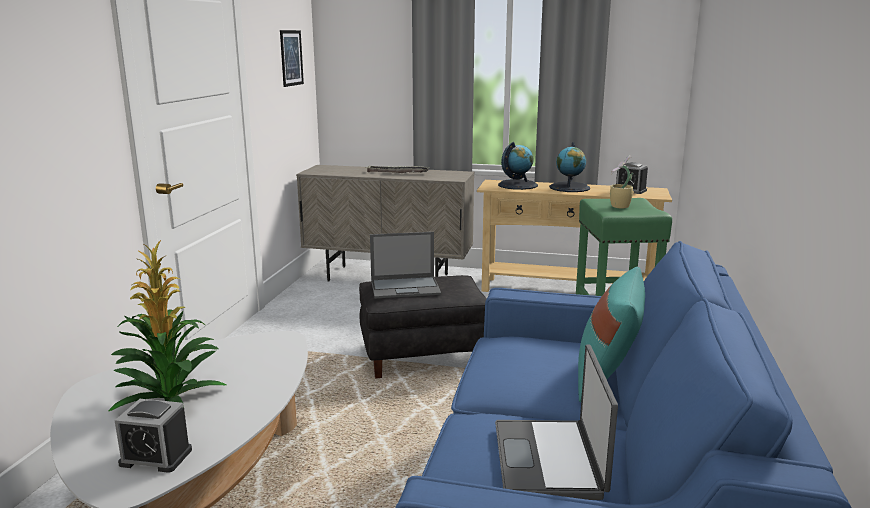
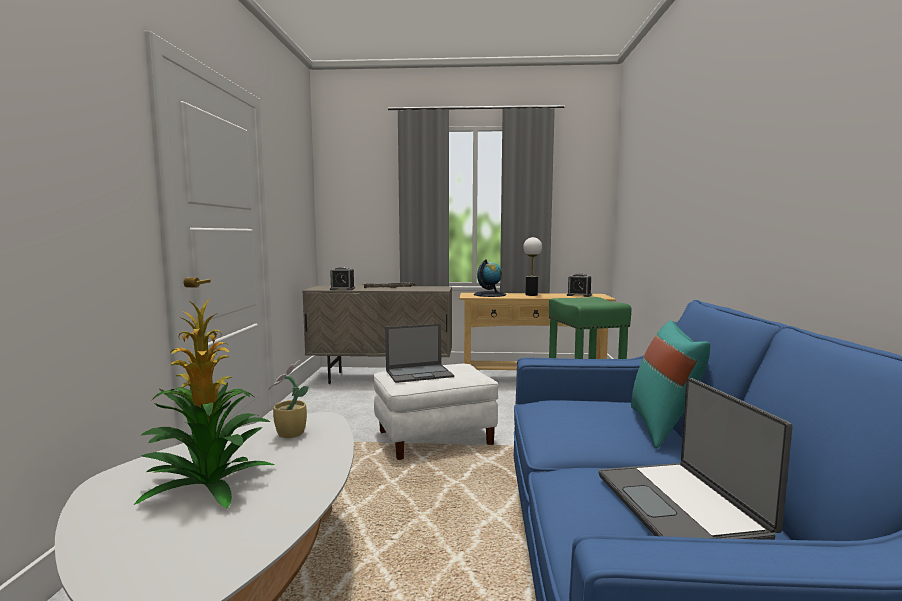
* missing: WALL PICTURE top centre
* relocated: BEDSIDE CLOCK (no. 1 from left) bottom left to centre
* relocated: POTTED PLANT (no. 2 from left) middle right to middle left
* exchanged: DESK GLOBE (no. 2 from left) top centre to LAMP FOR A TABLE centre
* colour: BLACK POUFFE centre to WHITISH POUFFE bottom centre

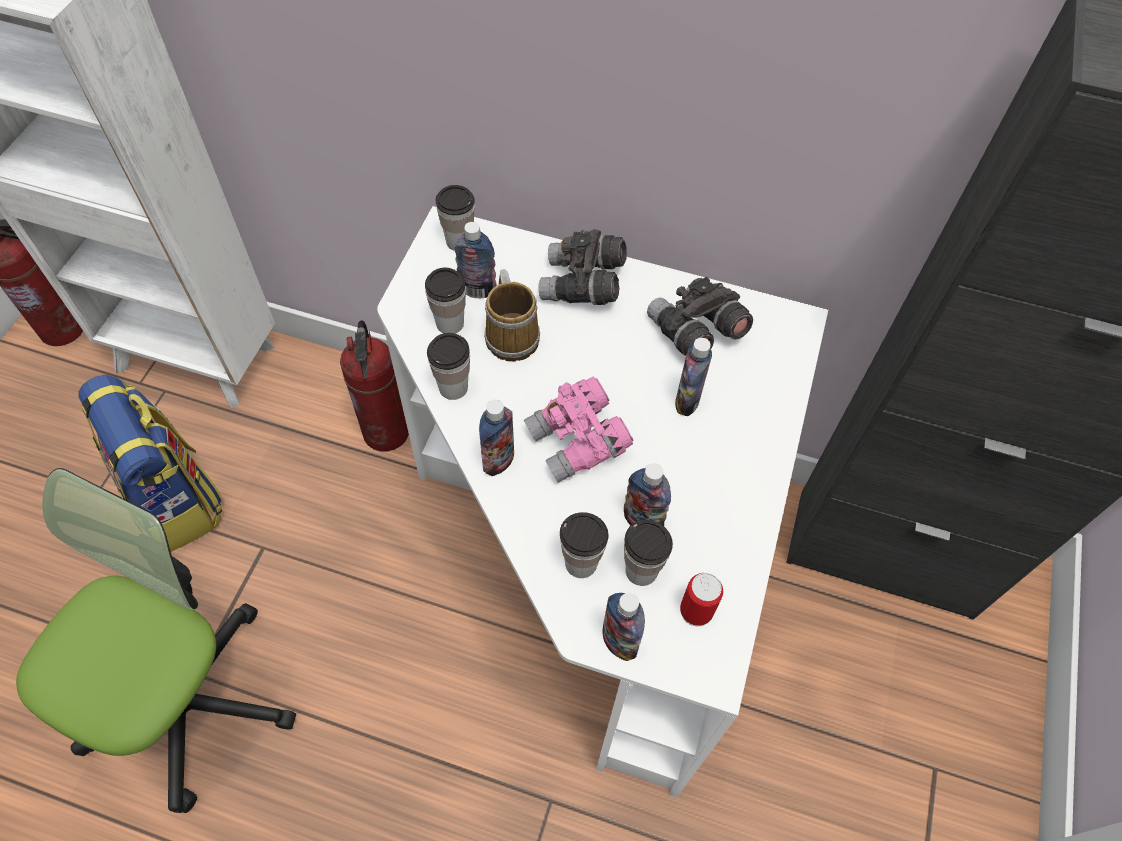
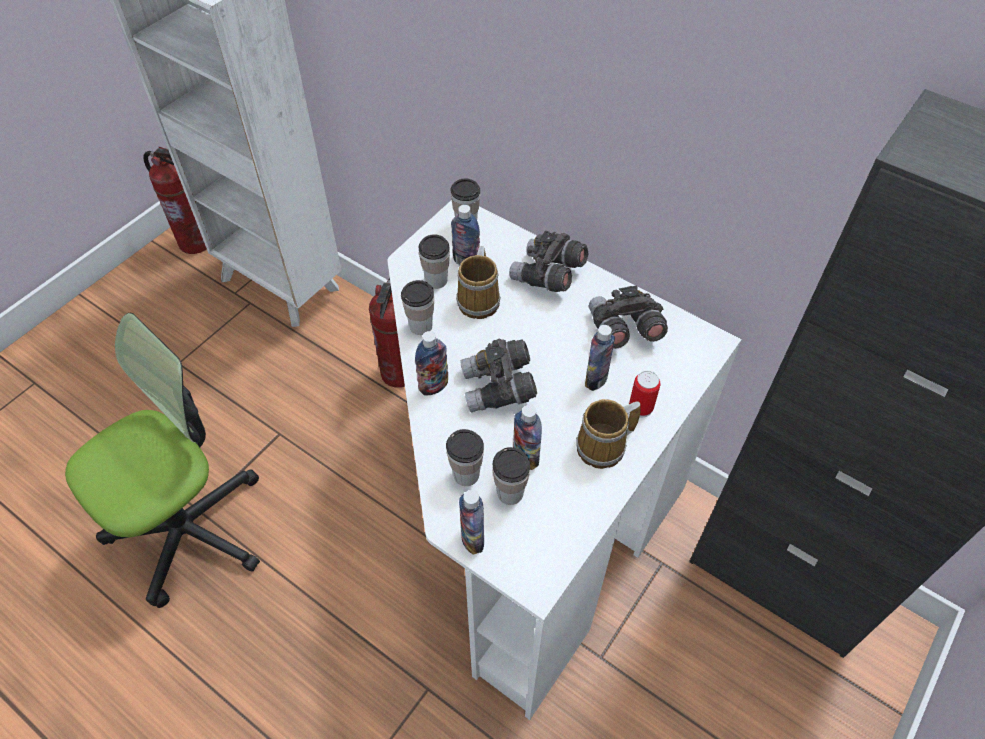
* missing: BACKPACK middle left
* appeared: TEA MUG (no. 2 from left) centre
* relocated: METAL CAN bottom centre to centre
* colour: PINKISH PAIR OF BINOCULARS centre to GREYISH PAIR OF BINOCULARS (no. 1 from left) centre

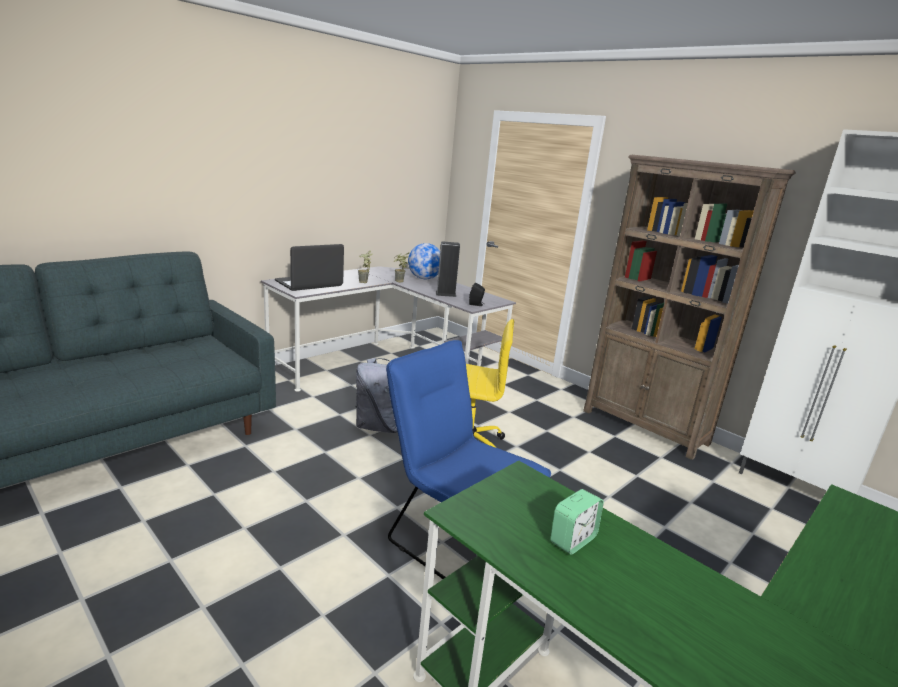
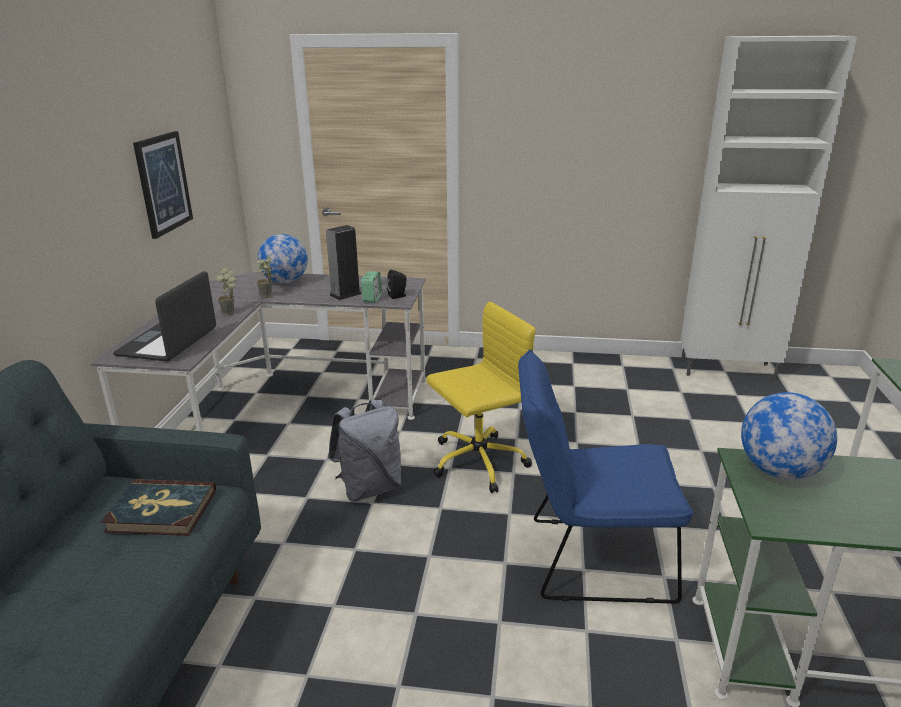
* missing: BROWN-COLOURED BOOKSHELF middle right
* appeared: BOUND BOOK bottom left
* appeared: WALL PICTURE top left
* appeared: DESK GLOBE (no. 2 from left) middle right
* relocated: BEDSIDE CLOCK bottom centre to centre

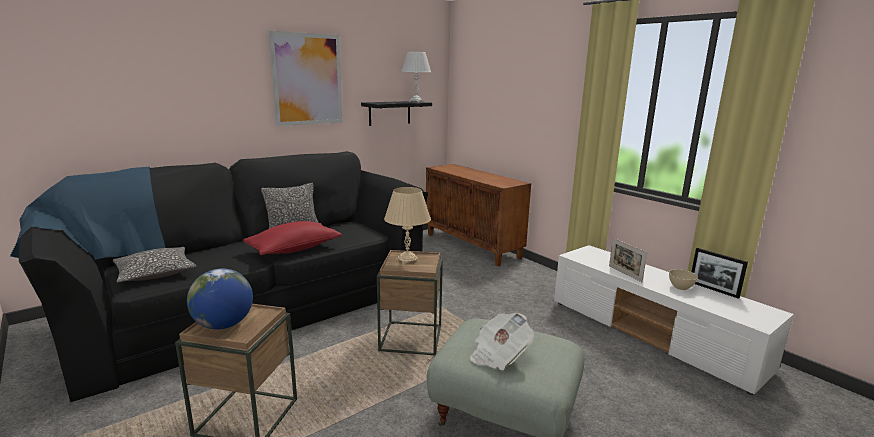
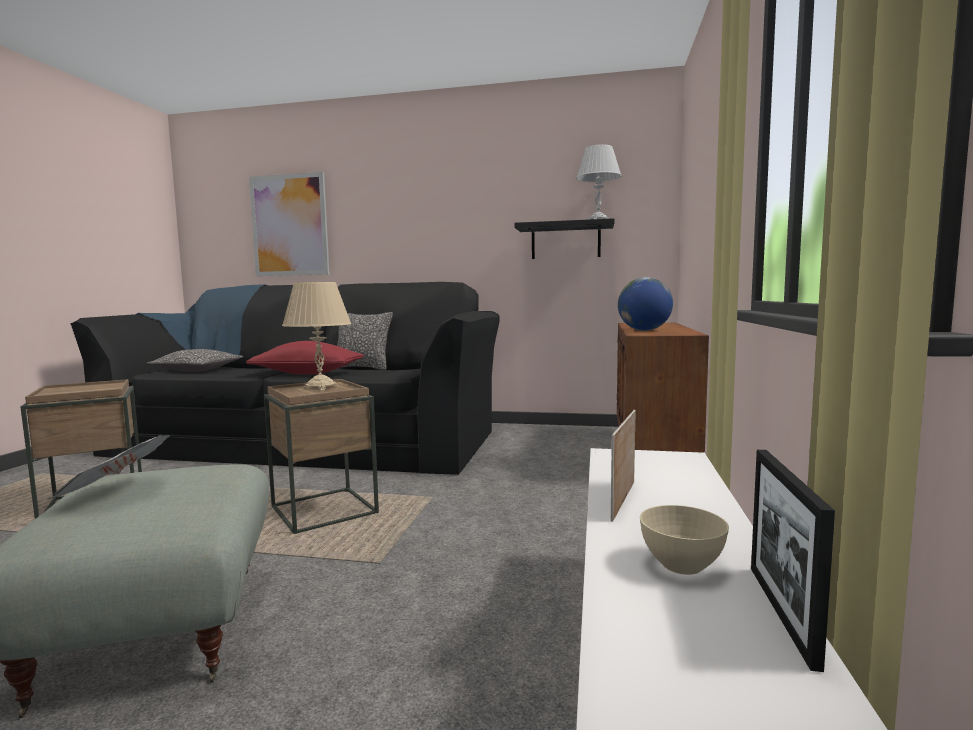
* relocated: DESK GLOBE bottom left to centre
* relocated: WALL PICTURE top centre to top left

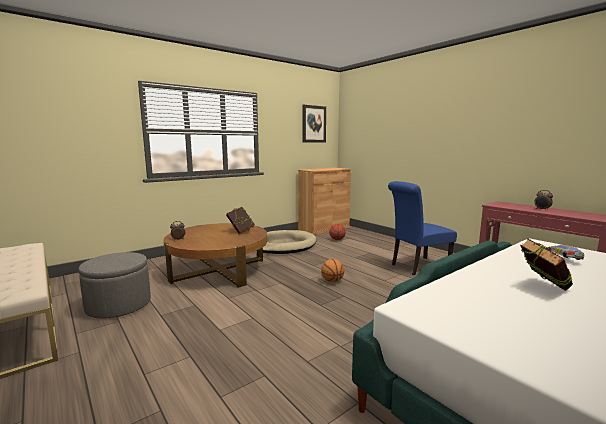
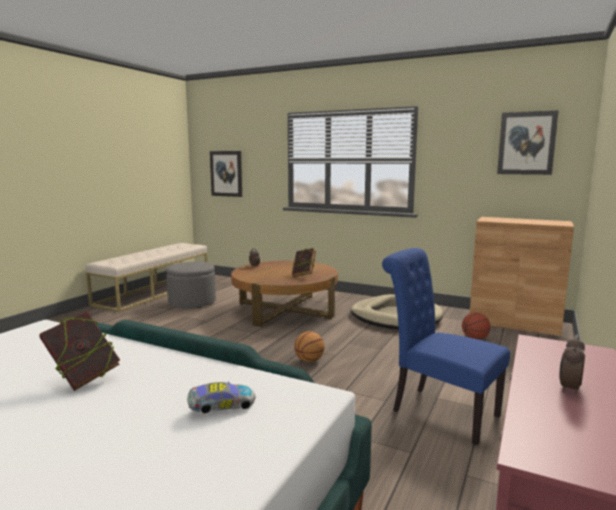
* appeared: WALL PICTURE (no. 1 from left) centre

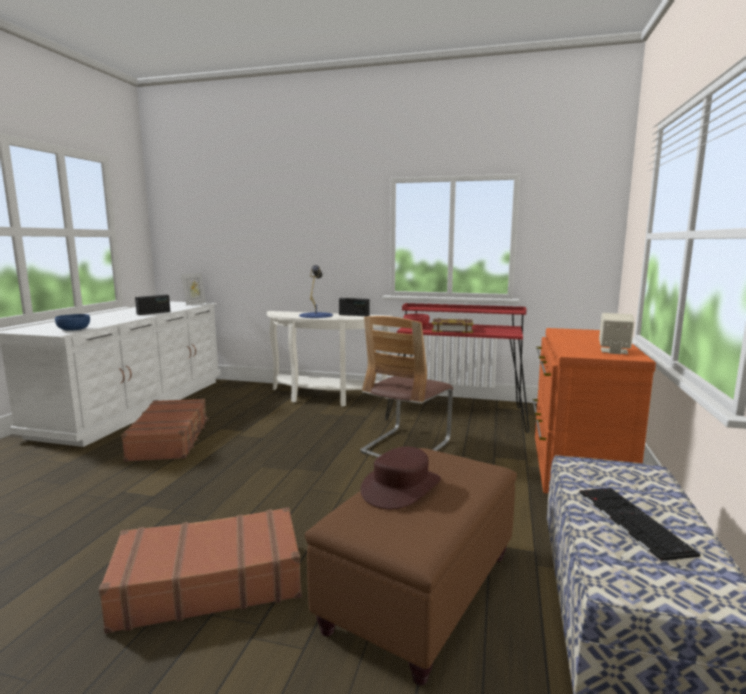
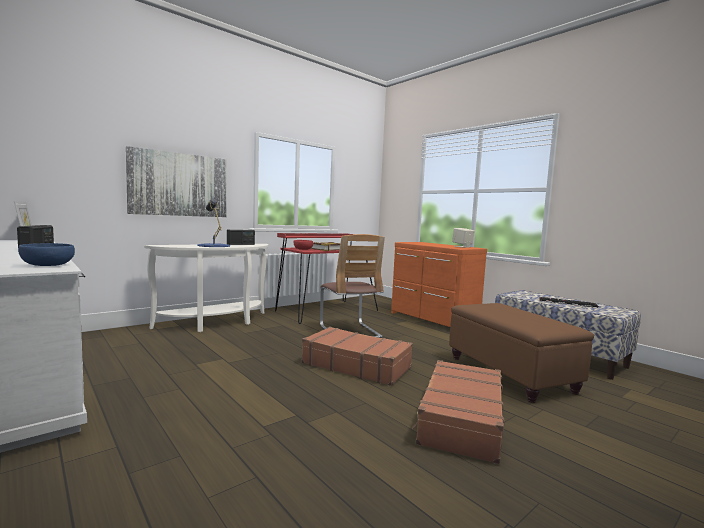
* missing: BROWN-COLOURED WEARABLE HAT bottom centre
* appeared: WALL PICTURE middle left
* relocated: BROWN-COLOURED TRAVEL CASE (no. 1 from left) middle left to bottom centre

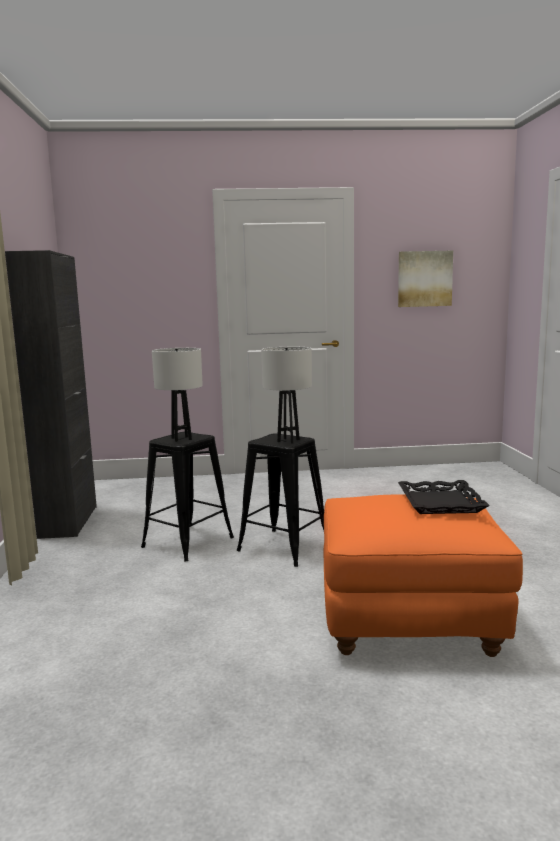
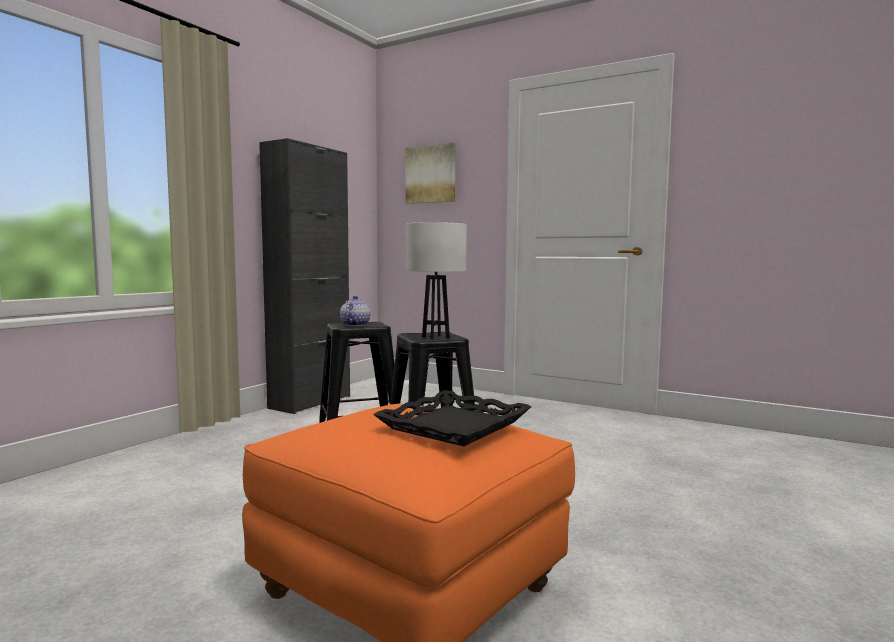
* relocated: WALL PICTURE top right to top centre
* exchanged: WHITISH LAMP FOR A TABLE (no. 1 from left) middle left to POT FOR TEA centre

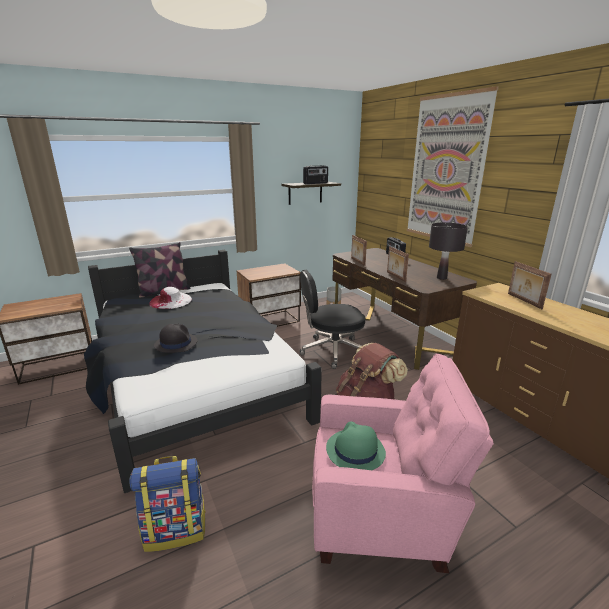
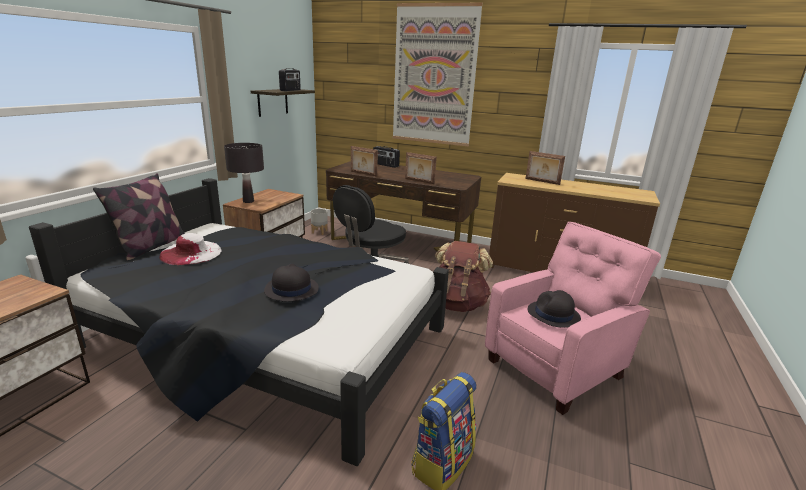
* relocated: BLACK LAMP FOR A TABLE middle right to middle left
* colour: GREEN WEARABLE HAT bottom centre to BLACK WEARABLE HAT (no. 2 from left) middle right

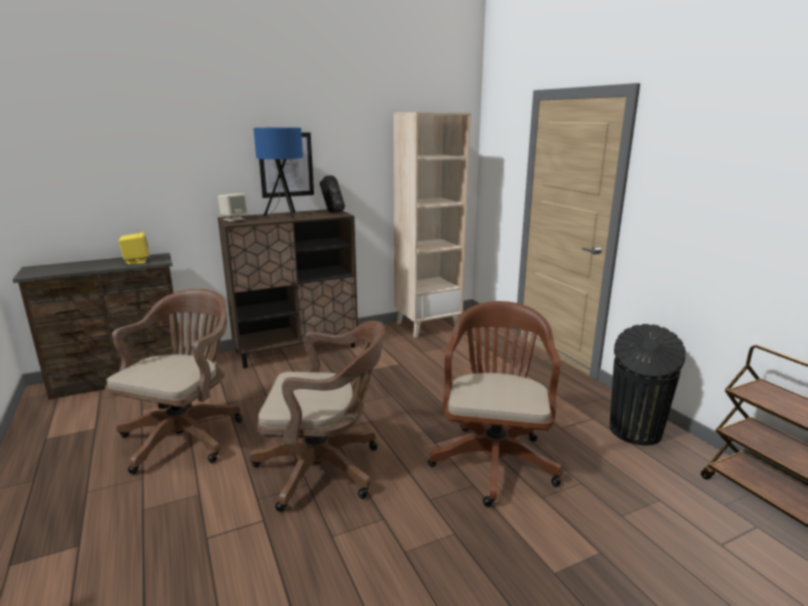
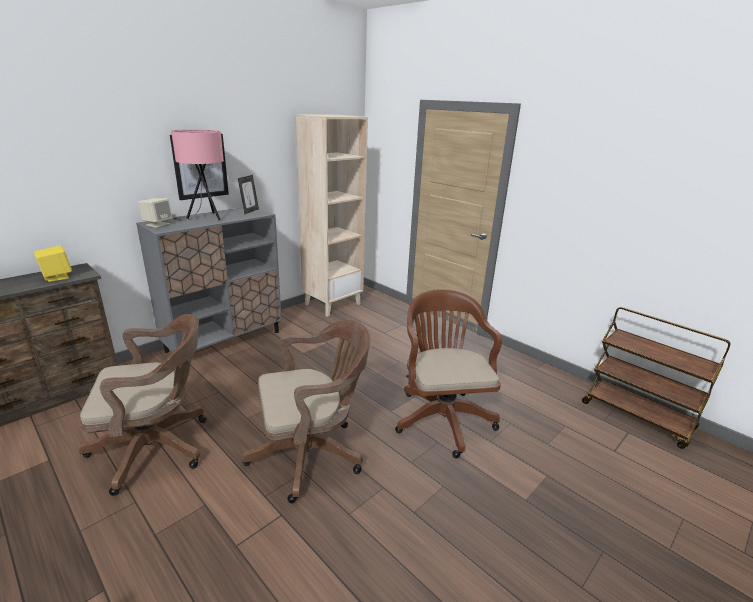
* missing: BLACK TRASH CAN middle right
* exchanged: BLACK LOUDSPEAKER top centre to STANDING FRAME top left
* colour: BROWN-COLOURED STORAGE CABINET centre to GREYISH STORAGE CABINET middle left
* colour: BLUE-COLOURED LAMP FOR A TABLE top centre to PINKISH LAMP FOR A TABLE top left
* spun: BROWN-COLOURED COMPUTER CHAIR (no. 1 from left) middle left = bottom left 75 degrees clockwise

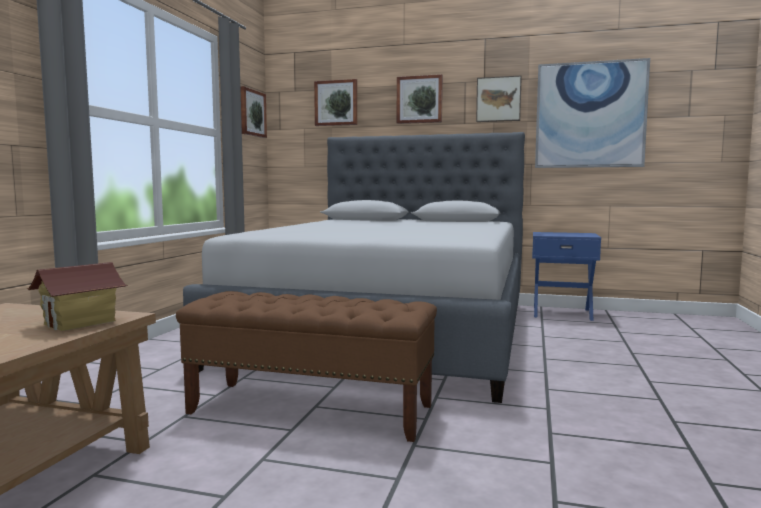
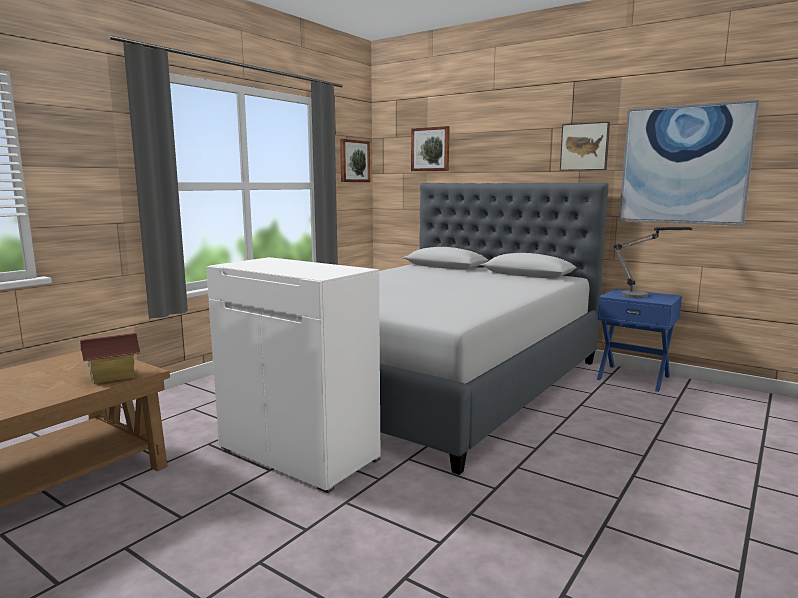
* missing: WALL PICTURE (no. 3 from left) top centre
* appeared: LAMP FOR A TABLE middle right
* exchanged: BROWN-COLOURED LONG SEAT bottom centre to WHITISH STORAGE CABINET centre

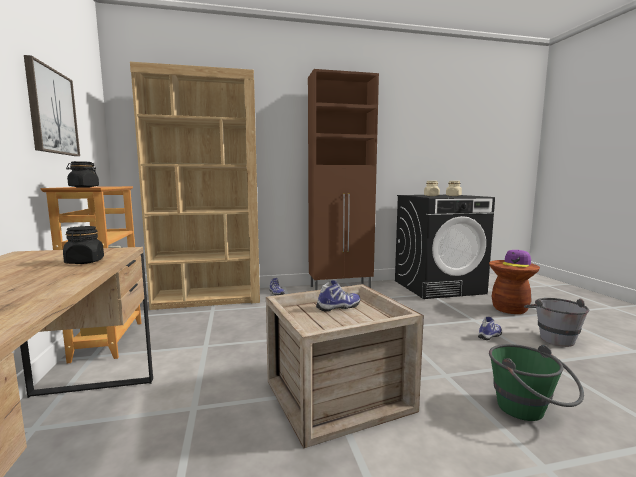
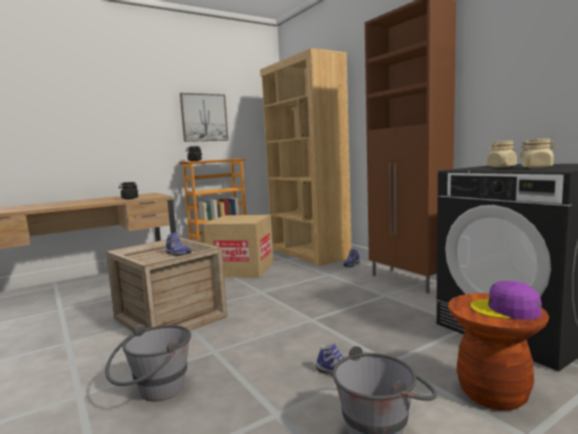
* appeared: PACKING BOX centre
* colour: GREEN WATER BUCKET bottom right to GREYISH WATER BUCKET (no. 1 from left) bottom left

